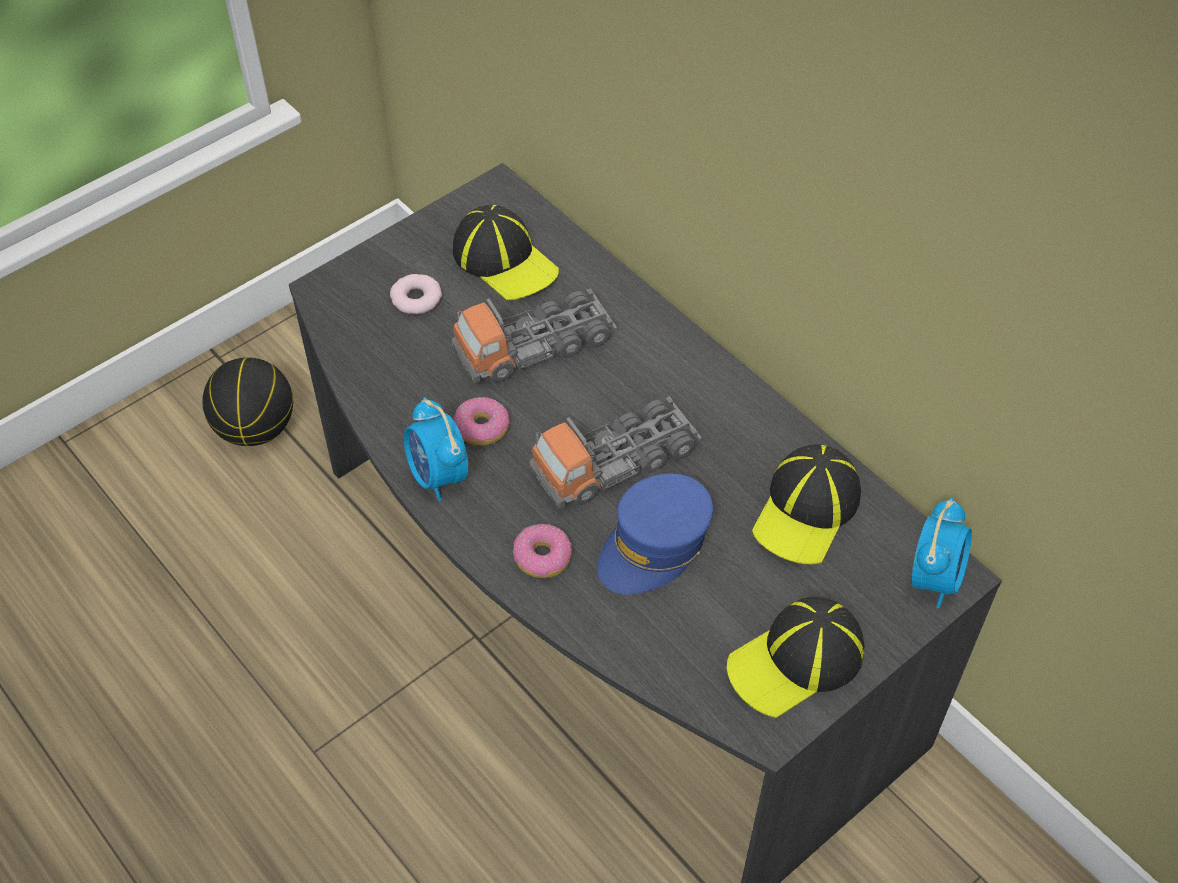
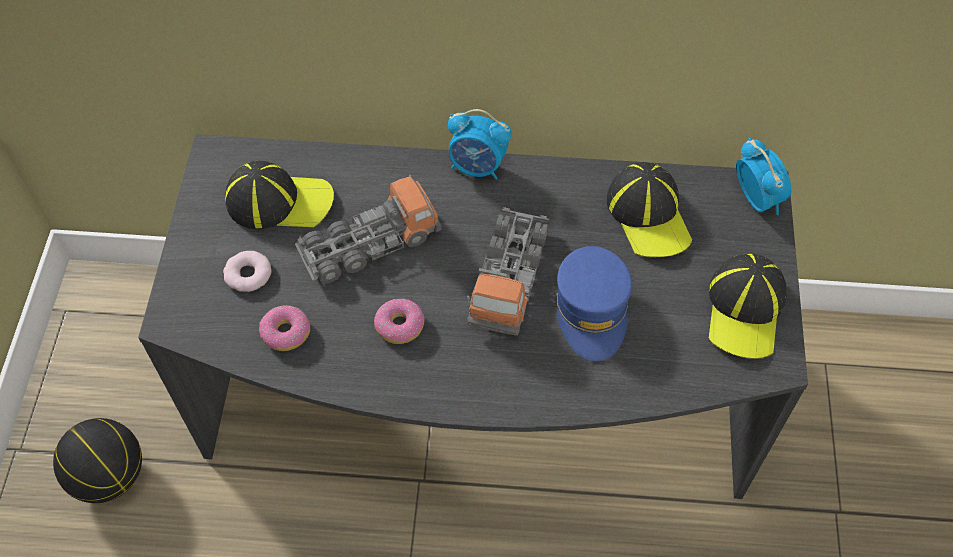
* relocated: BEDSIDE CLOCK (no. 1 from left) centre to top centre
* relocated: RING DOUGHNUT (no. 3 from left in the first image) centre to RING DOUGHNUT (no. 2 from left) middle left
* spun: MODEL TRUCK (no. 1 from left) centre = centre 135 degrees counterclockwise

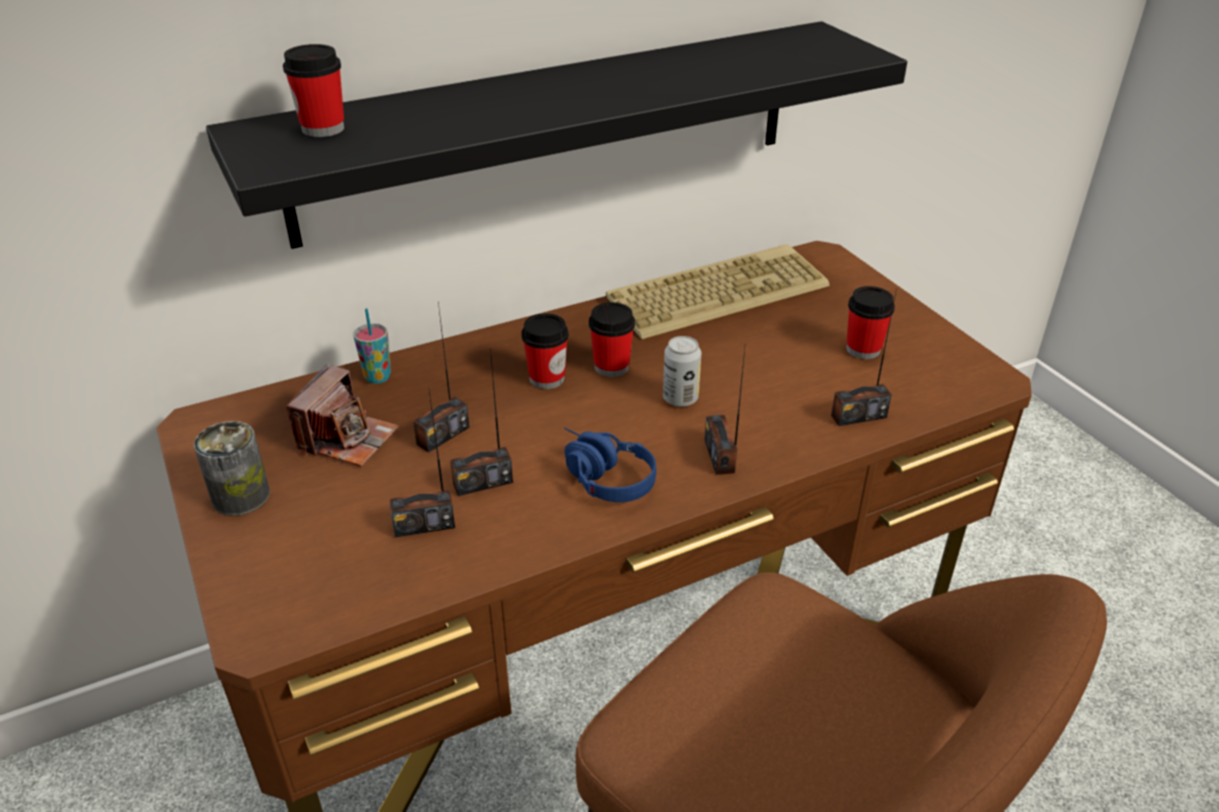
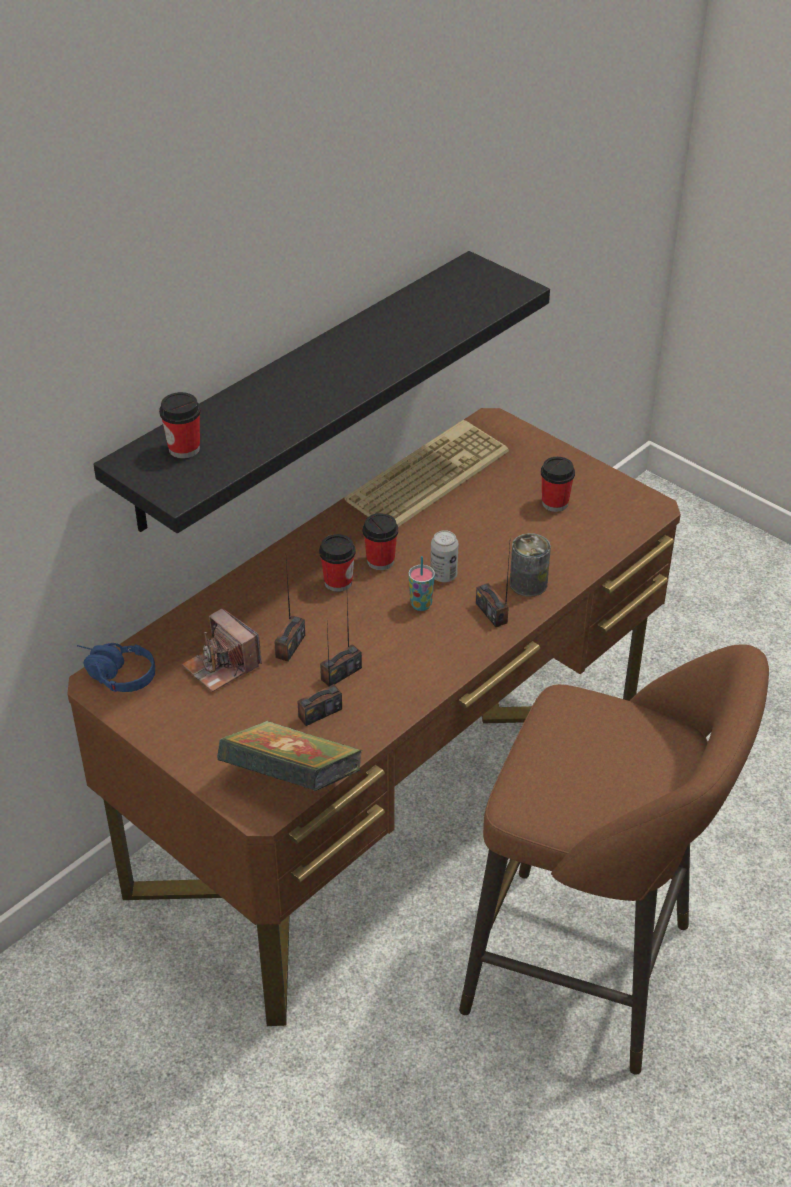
* missing: RADIO RECEIVER (no. 5 from left) middle right
* appeared: BOUND BOOK centre
* relocated: METAL CAN (no. 1 from left in the first image) middle left to METAL CAN (no. 2 from left) middle right
* relocated: CUP (no. 2 from left in the first image) middle left to CUP (no. 4 from left) centre
* relocated: BLUE-COLOURED HEADPHONES centre to middle left
* spun: STILL CAMERA middle left = middle left 135 degrees clockwise

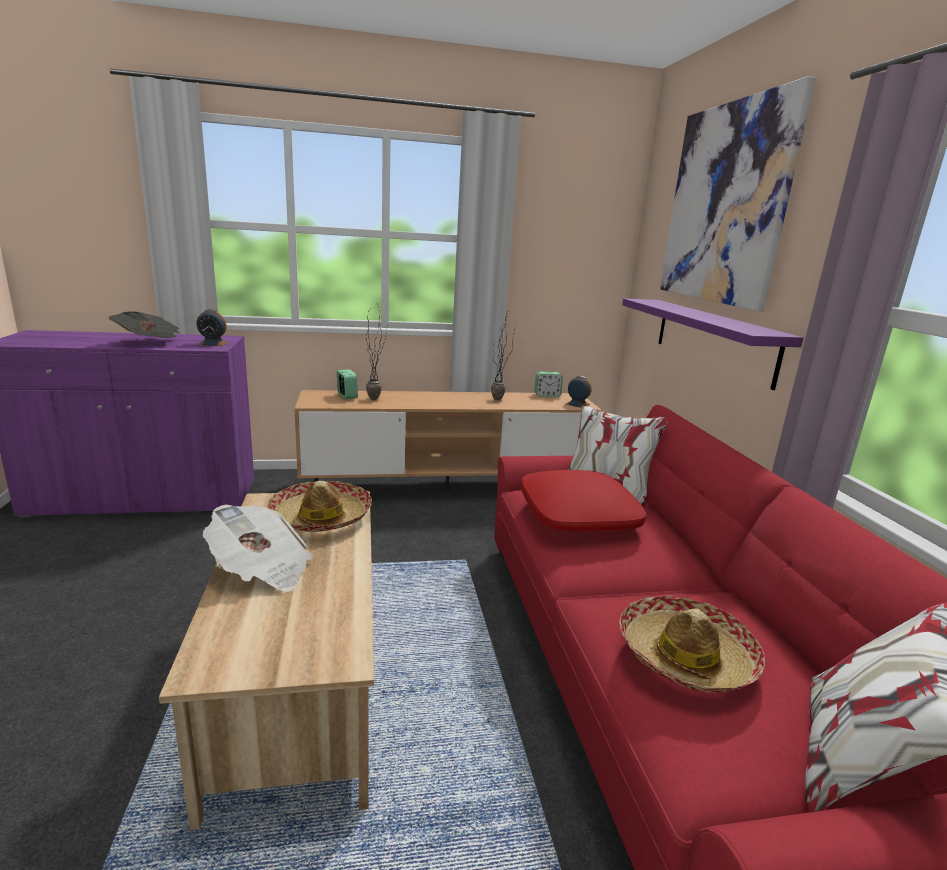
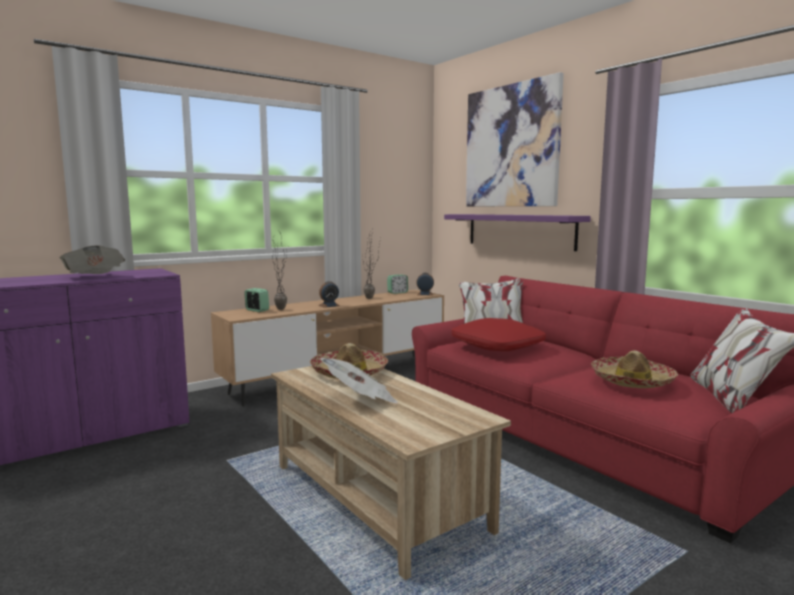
* relocated: BEDSIDE CLOCK (no. 1 from left in the first image) middle left to BEDSIDE CLOCK (no. 2 from left) centre

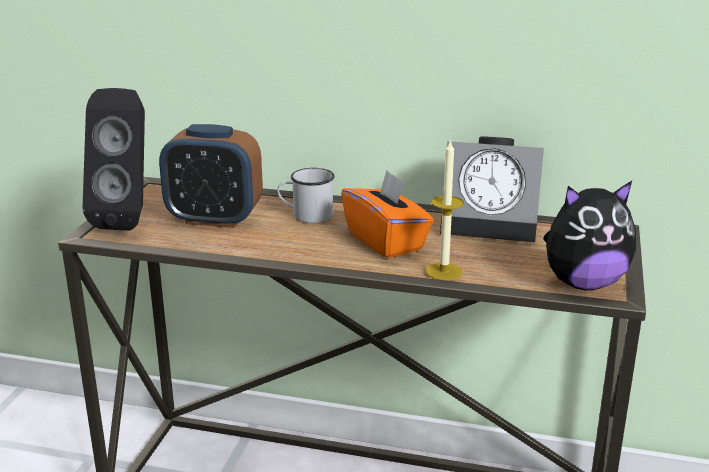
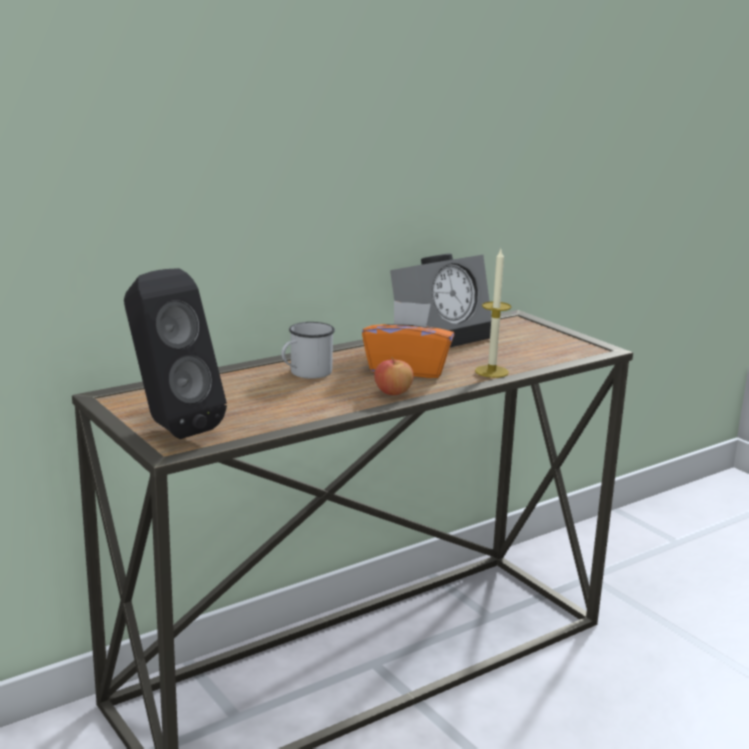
* missing: BEDSIDE CLOCK (no. 1 from left) middle left
* missing: PLUSH TOY middle right
* appeared: APPLE centre

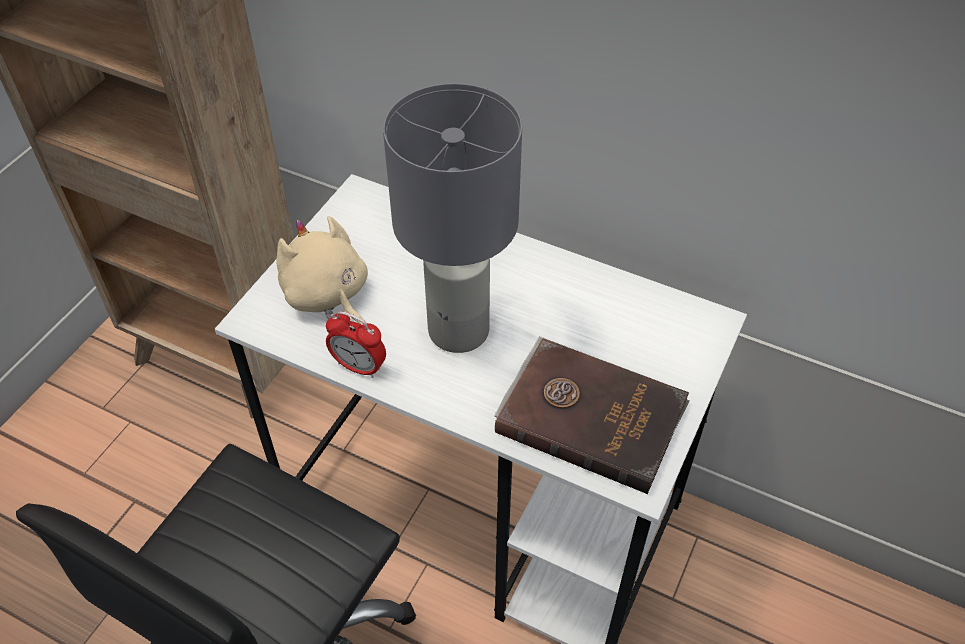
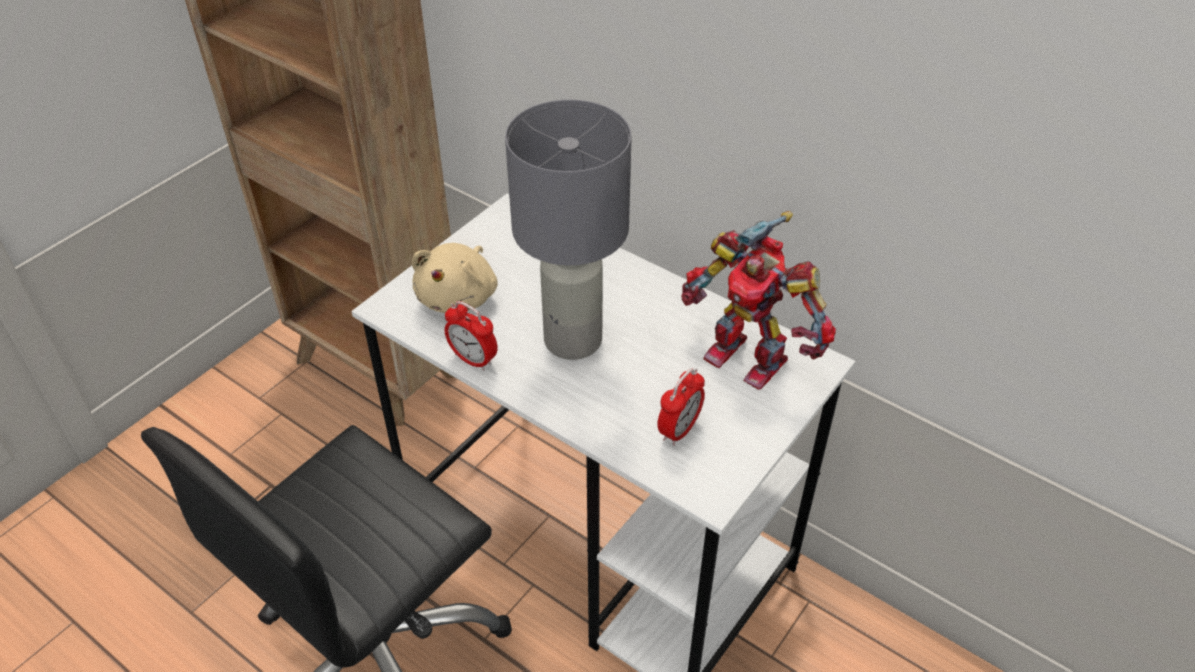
* appeared: TOY ROBOT centre
* exchanged: BROWN-COLOURED BOUND BOOK centre to BEDSIDE CLOCK (no. 2 from left) centre
* spun: BEIGE PLUSH TOY centre = centre 135 degrees counterclockwise

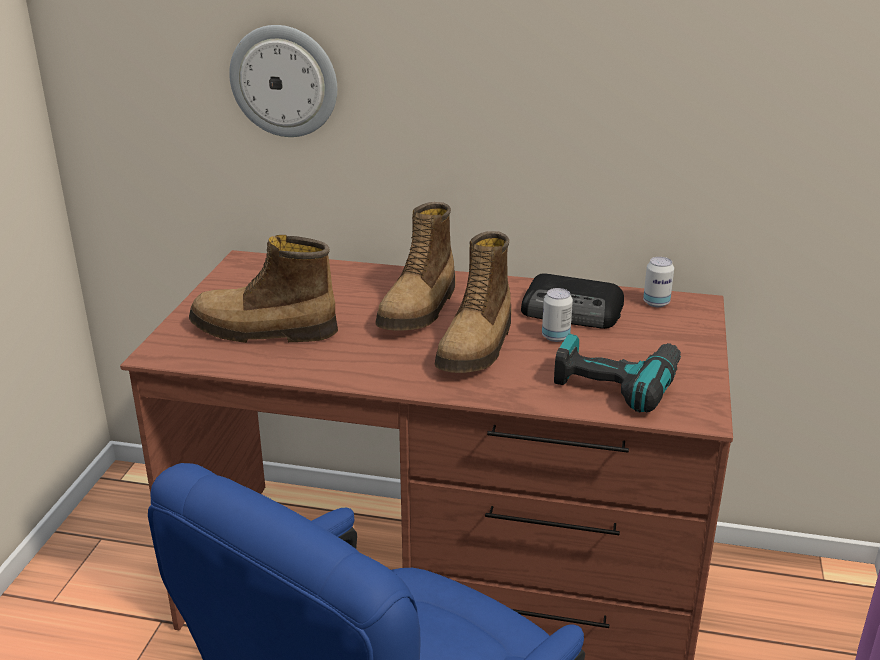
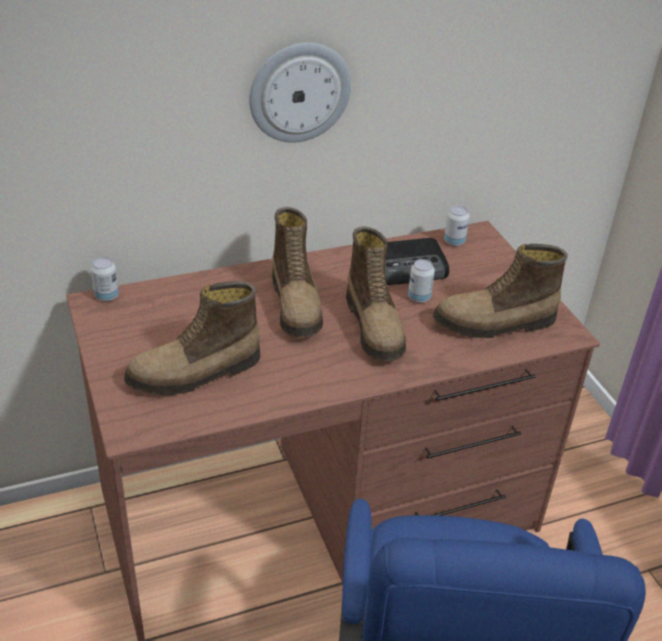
* appeared: METAL CAN (no. 1 from left) middle left
* relocated: HANGING CLOCK top left to top centre
* exchanged: POWER DRILL middle right to BOOT (no. 4 from left) middle right

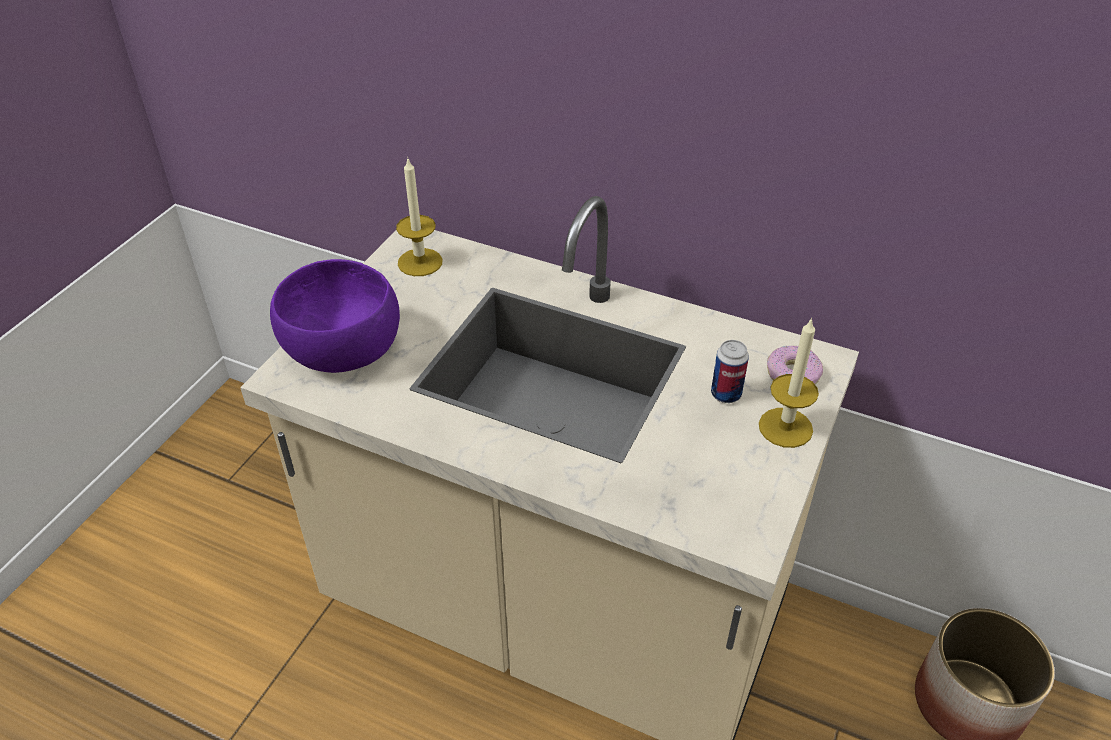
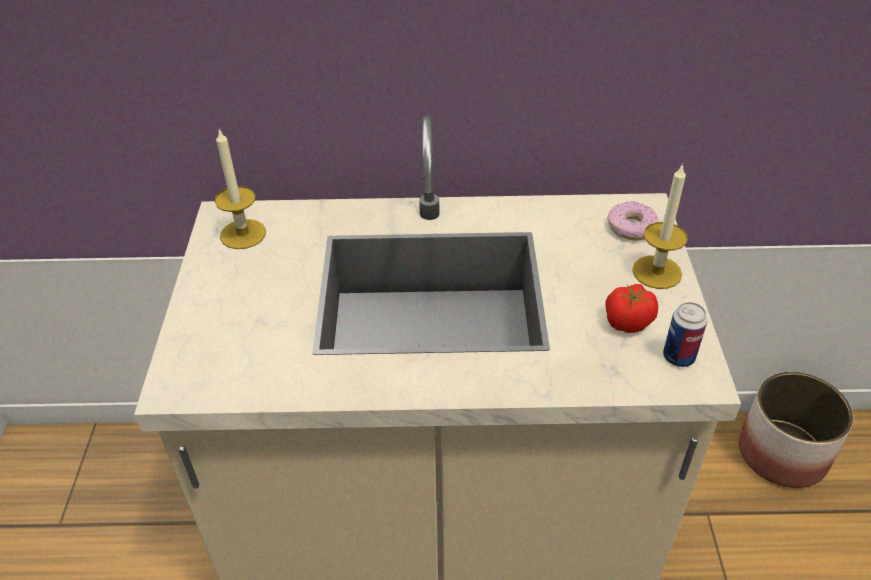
* missing: PURPLE-COLOURED SERVING BOWL middle left
* appeared: WHOLE TOMATO middle right
* relocated: METAL CAN centre to middle right

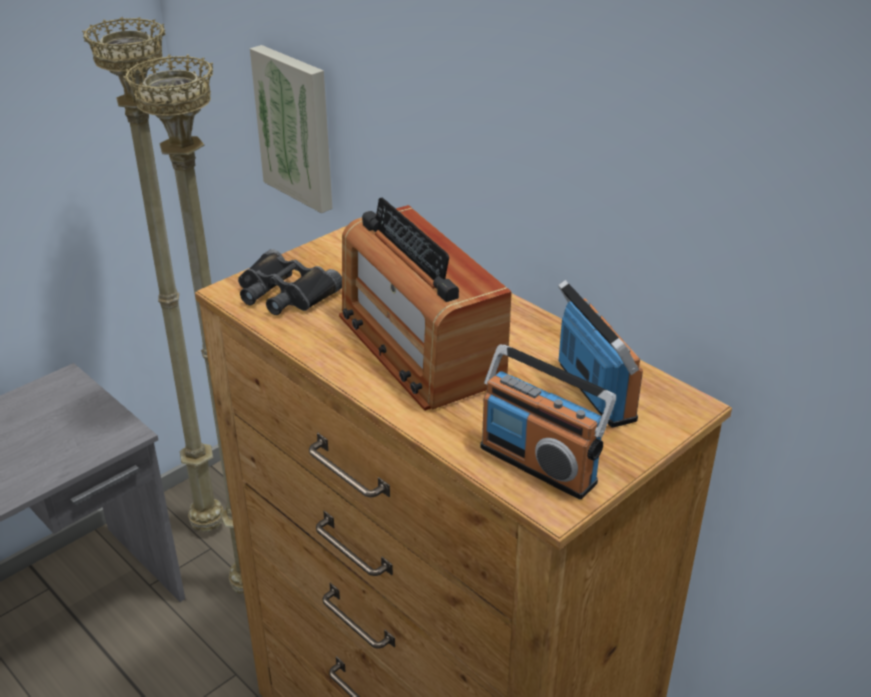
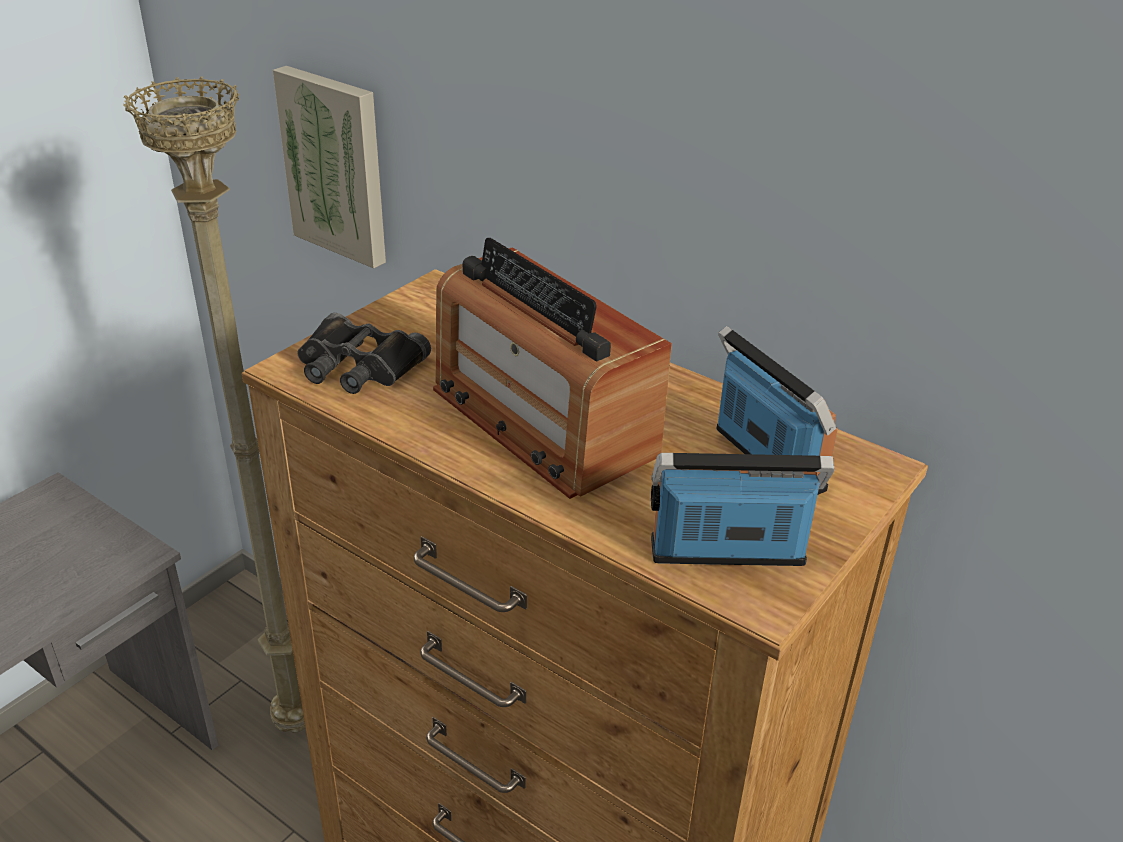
* missing: BEIGE STANDING LAMP (no. 1 from left) middle left
* spun: RADIO RECEIVER (no. 2 from left) centre = centre 150 degrees clockwise

